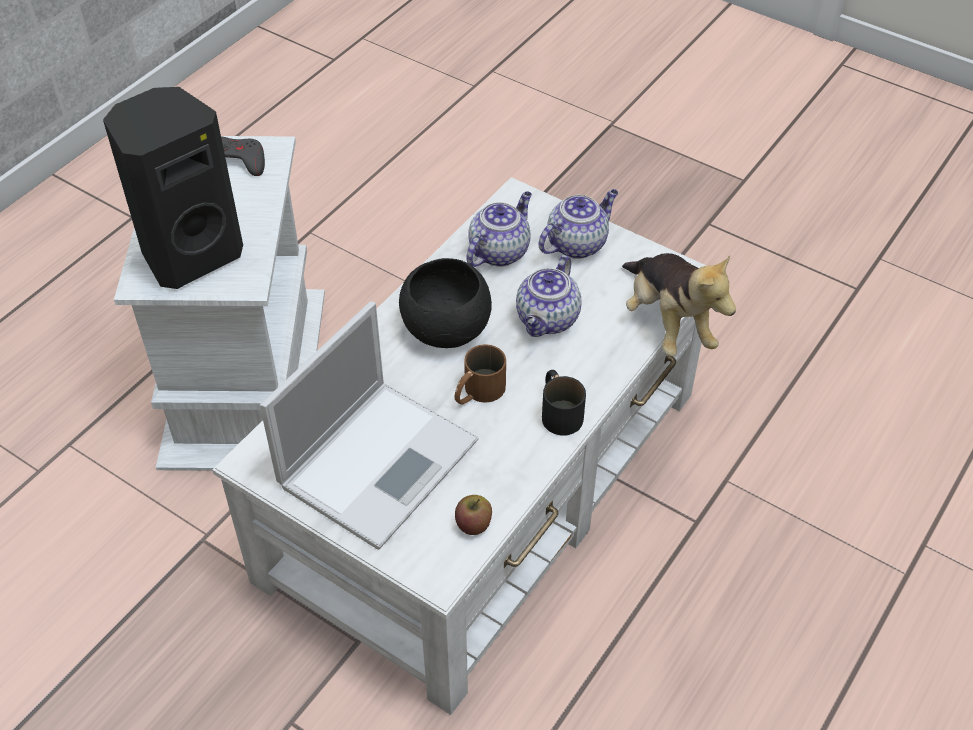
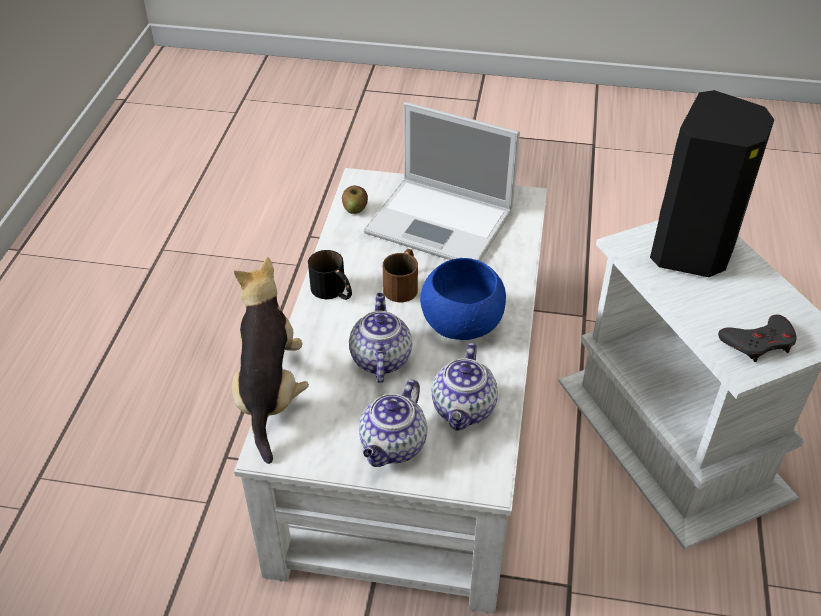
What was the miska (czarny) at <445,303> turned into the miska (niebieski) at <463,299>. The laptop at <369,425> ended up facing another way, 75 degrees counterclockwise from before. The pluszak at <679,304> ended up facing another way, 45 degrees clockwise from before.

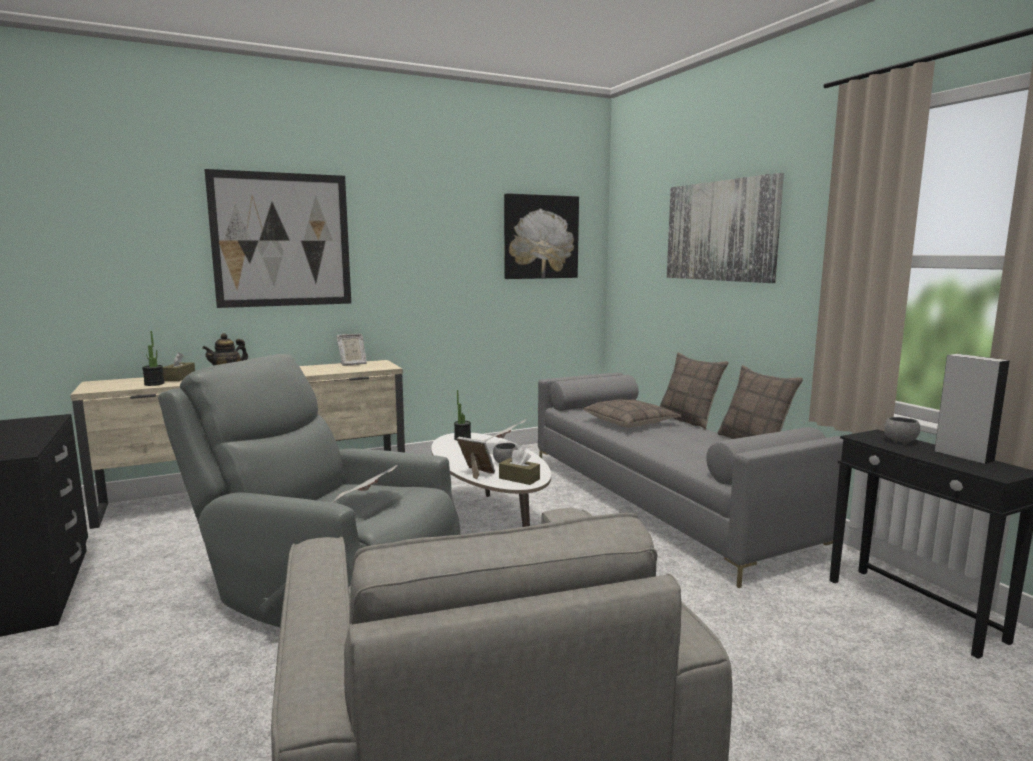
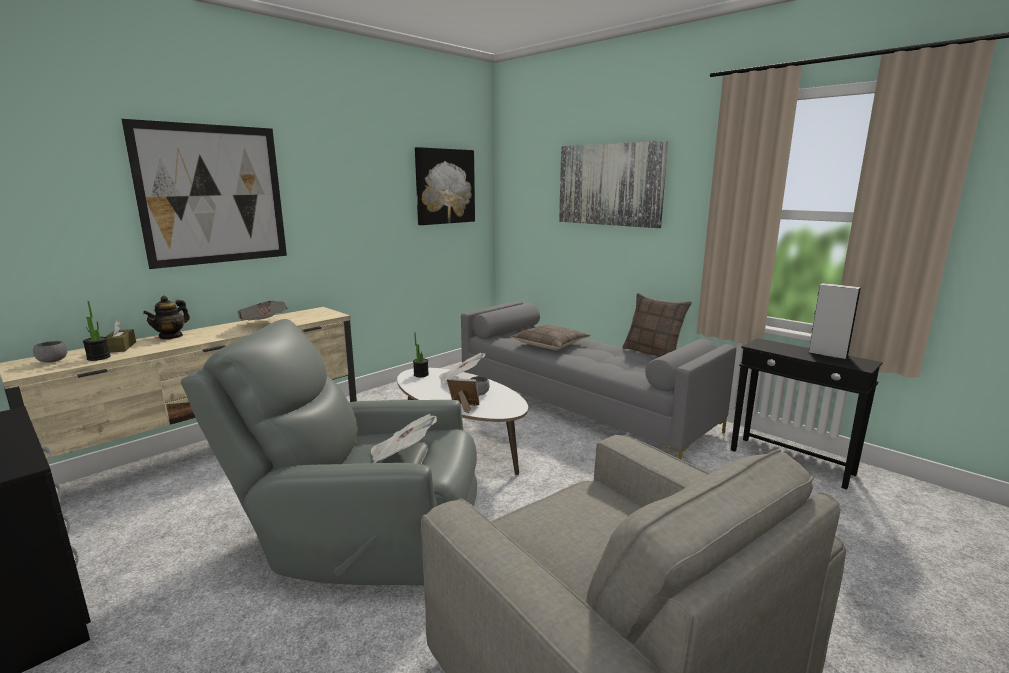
The second view lost the ramka na zdjęcie at <351,350>. The second view lost the pudełko chusteczek (brązowy) at <519,466>. The second view lost the poduszka at <694,390>. The second view gained the gazeta at <262,311>. The miska (szary) ended up elsewhere, having gone from <902,430> to <50,352>.

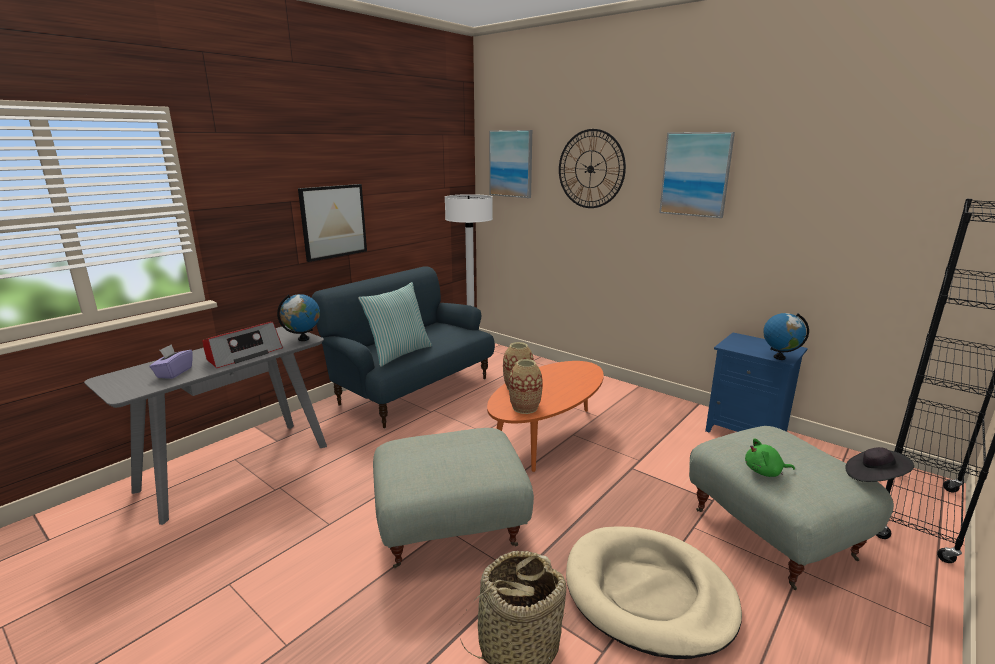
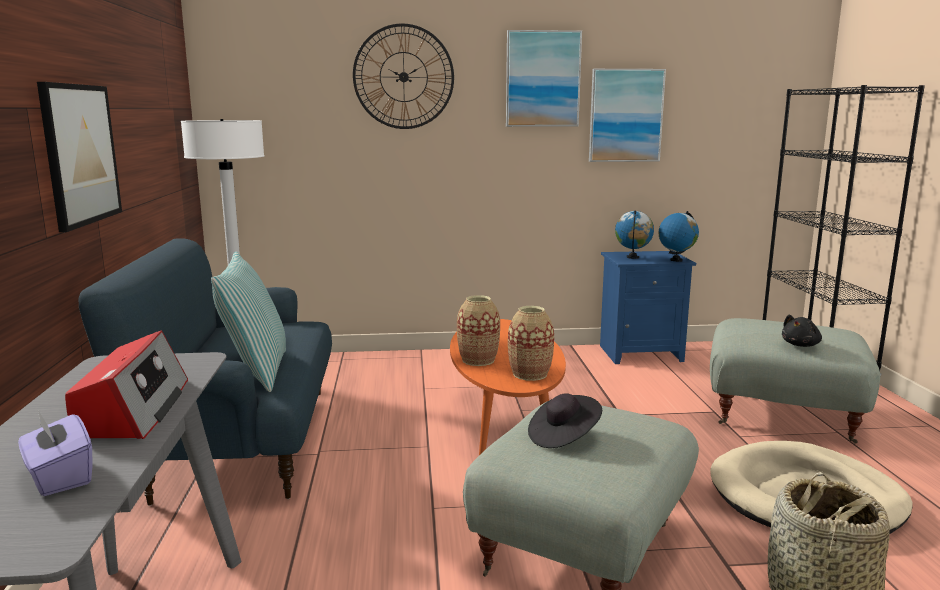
The globus ended up elsewhere, having gone from <298,317> to <634,235>. The obraz ended up elsewhere, having gone from <510,164> to <627,115>. The kapelusz (czarny) ended up elsewhere, having gone from <879,464> to <565,420>. What was the pluszak (zielony) at <770,457> turned into the pluszak (czarny) at <802,331>.

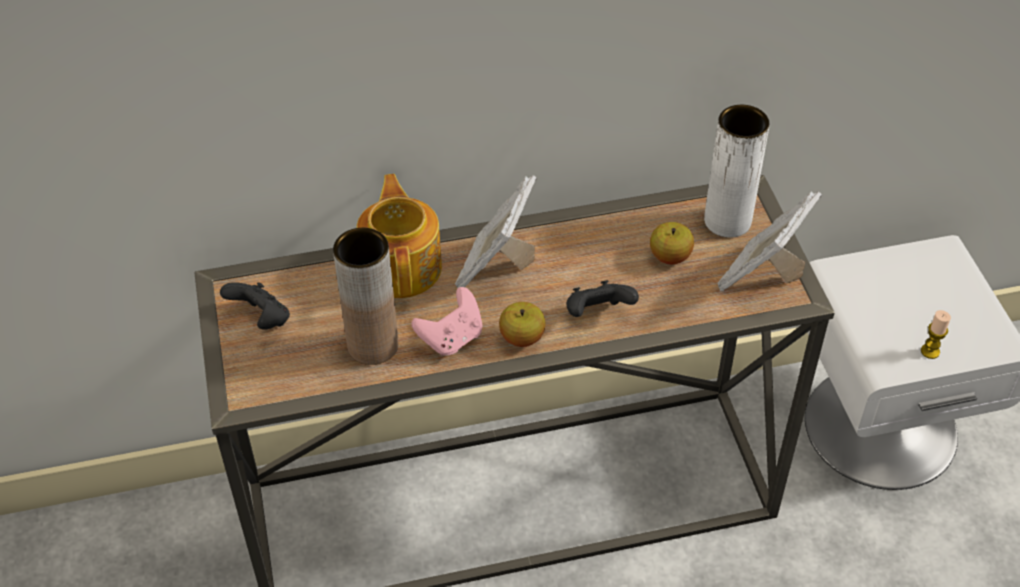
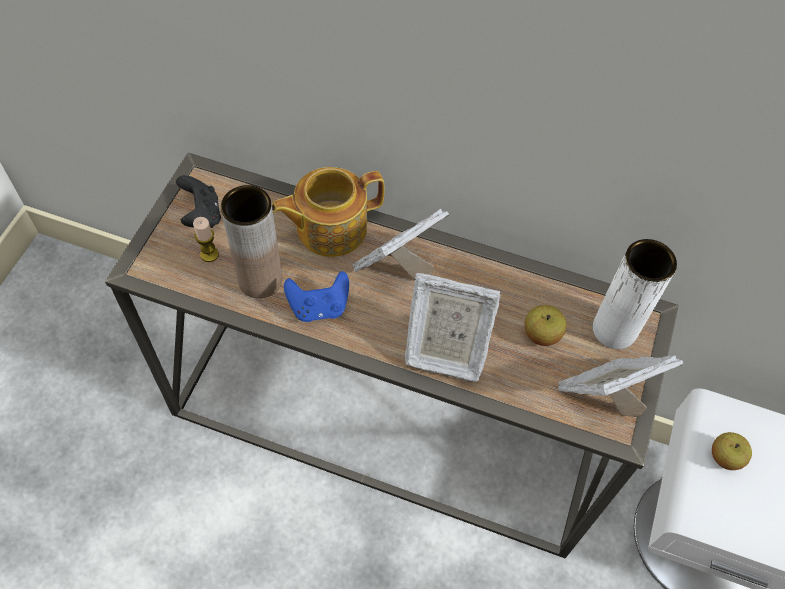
The jabłko ended up elsewhere, having gone from <522,324> to <732,451>. The świeca ended up elsewhere, having gone from <936,334> to <206,239>. Where the pad do gier (czarny) stood at <603,298>, the ramka na zdjęcie came to stand at <453,327>. What was the pad do gier (różowy) at <446,321> turned into the pad do gier (niebieski) at <316,296>. The imbryk at <399,236> ended up facing another way, 135 degrees counterclockwise from before.

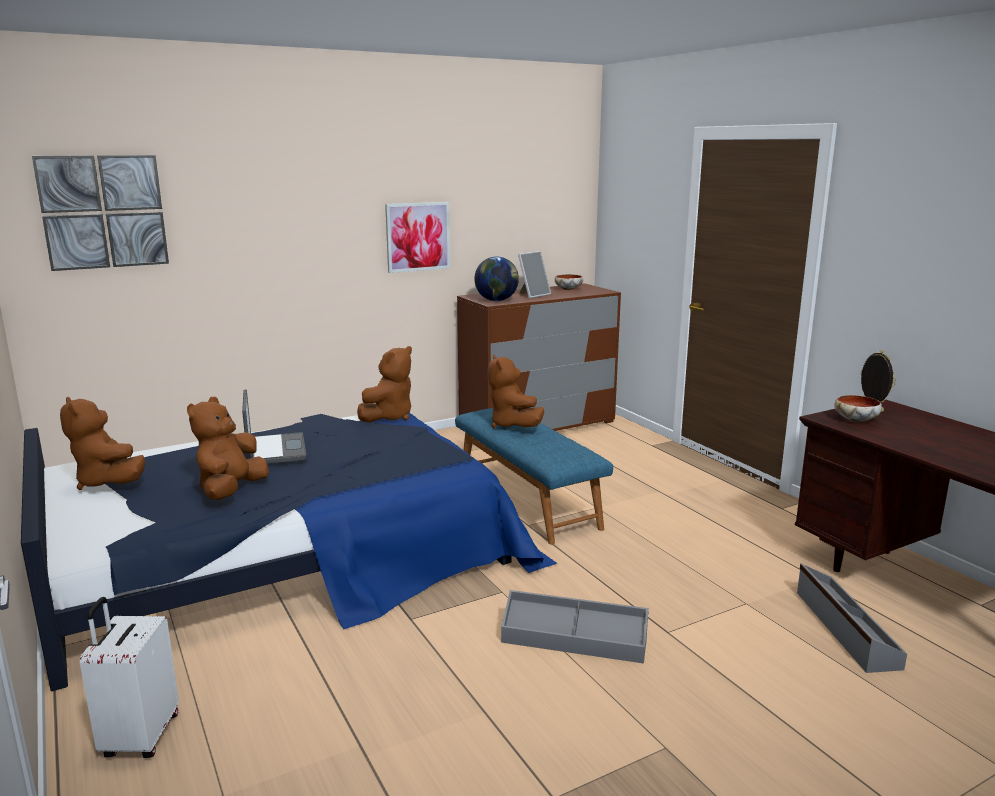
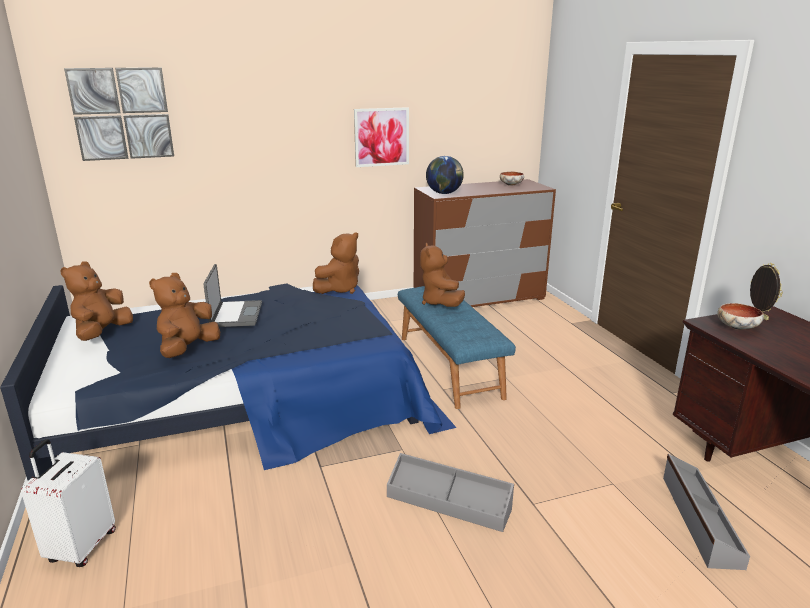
The second view lost the ramka na zdjęcie at <534,274>. The pluszak (brązowy) at <102,443> ended up facing another way, 45 degrees clockwise from before.

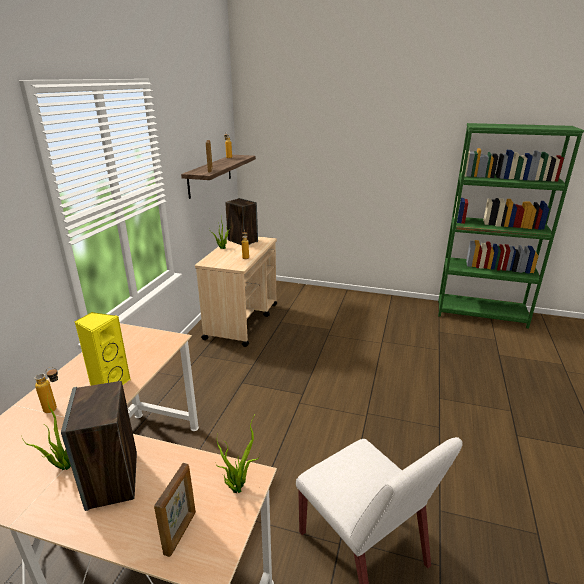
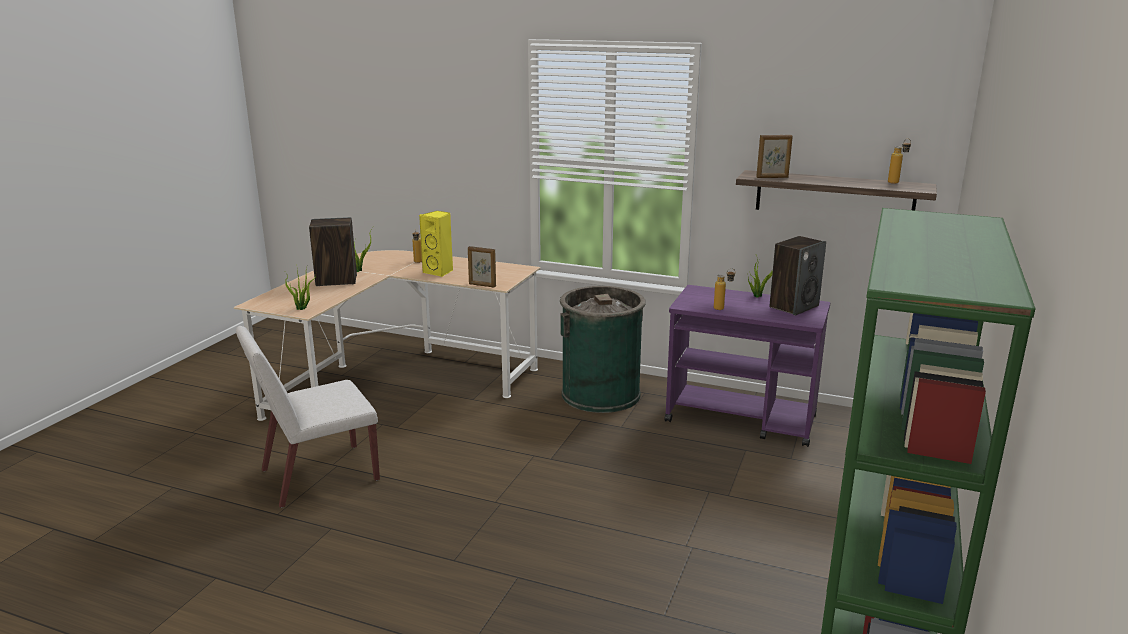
The second view gained the kosz na śmieci (zielony) at <603,349>. The ramka na zdjęcie ended up elsewhere, having gone from <175,510> to <482,267>. What was the wózek (beżowy) at <236,291> turned into the wózek (fioletowy) at <747,366>.

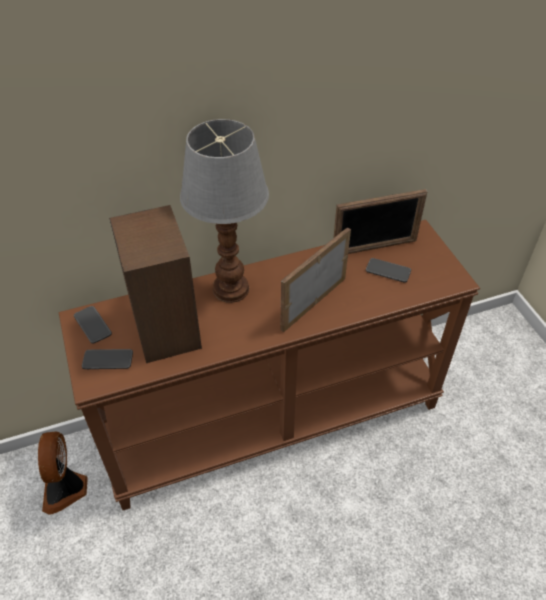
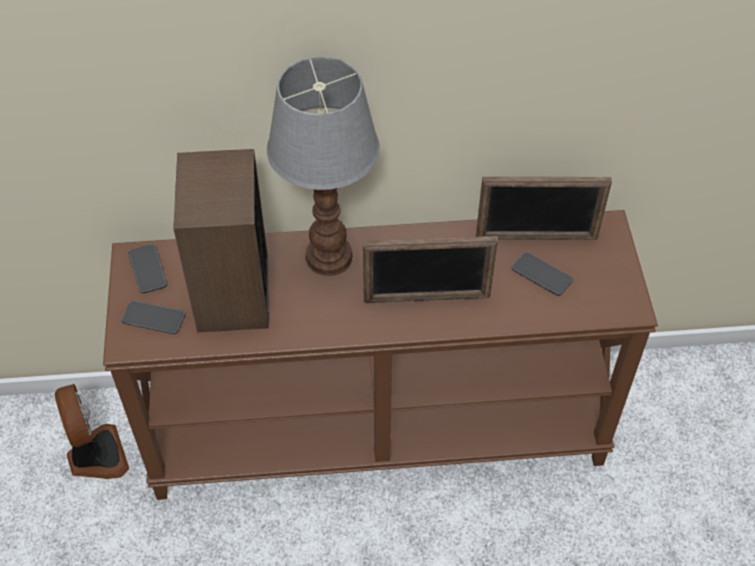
The wentylator at <63,473> ended up facing another way, 150 degrees clockwise from before. The ramka na zdjęcie at <315,280> ended up facing another way, 150 degrees counterclockwise from before.

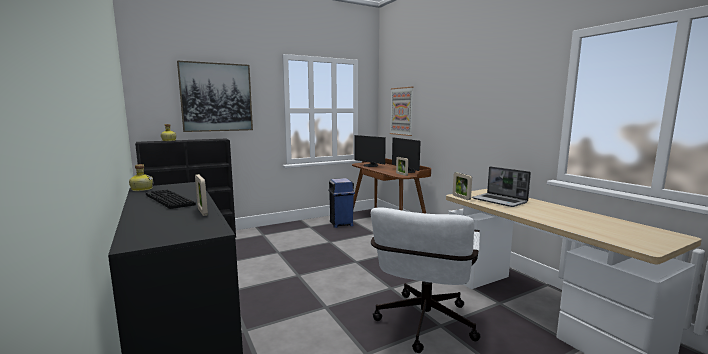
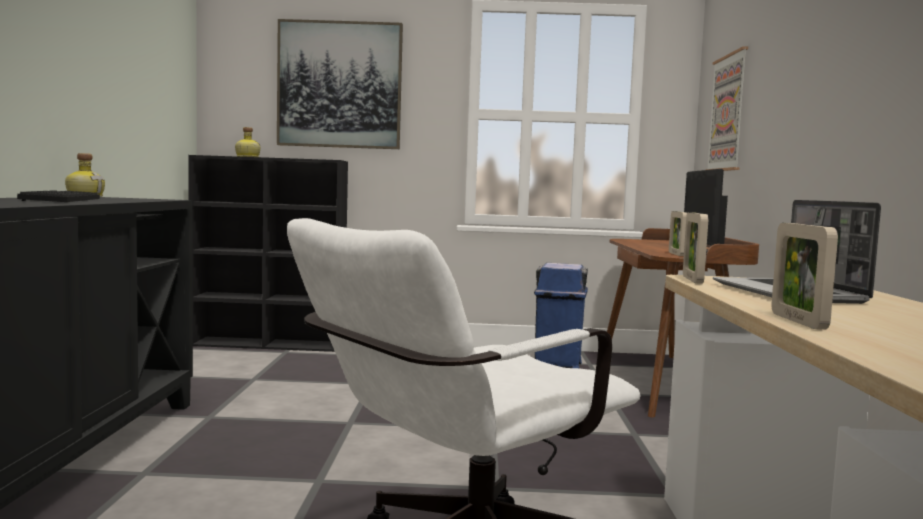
The second view lost the monitor at <370,151>. The ramka na zdjęcie ended up elsewhere, having gone from <201,195> to <804,276>.

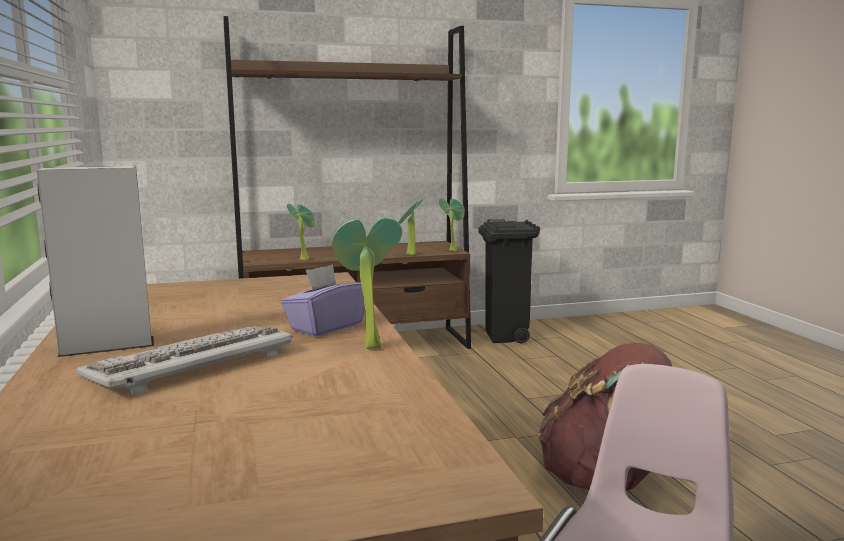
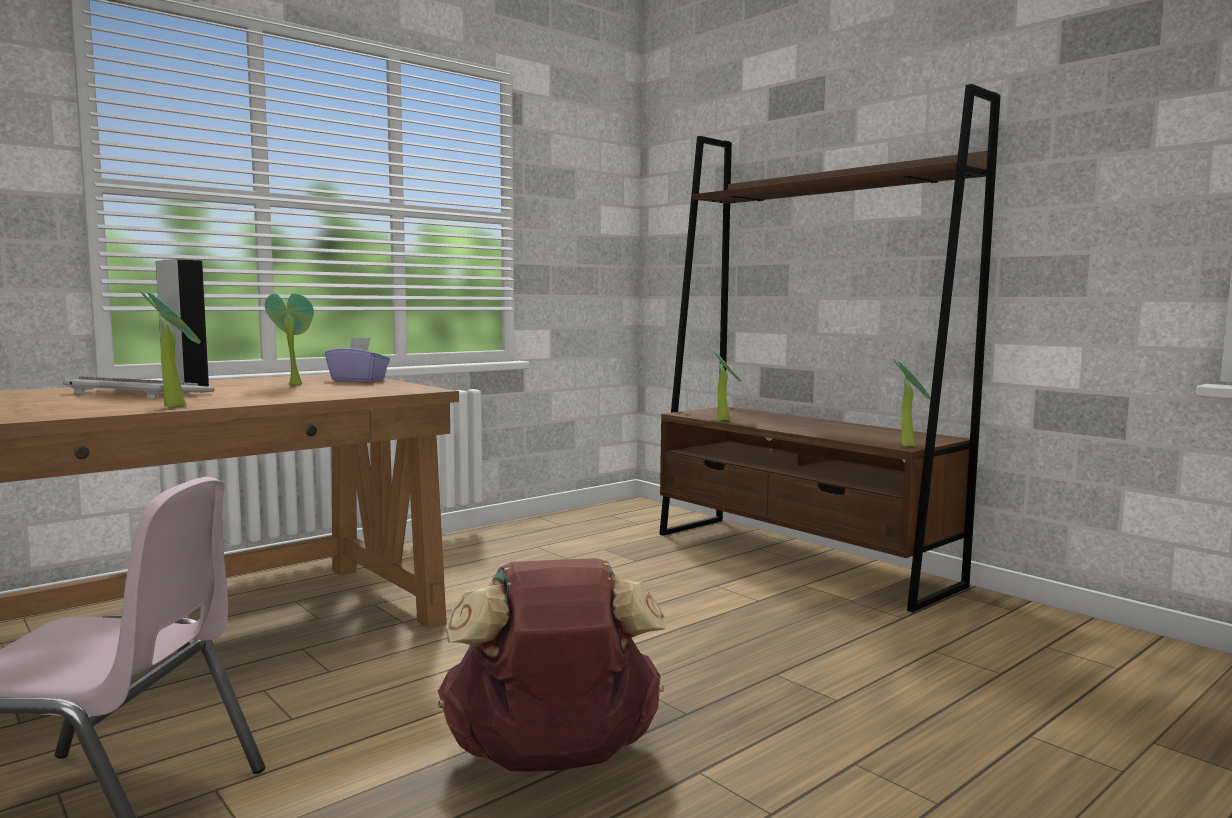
The second view lost the kosz na śmieci (czarny) at <509,281>. The pudełko chusteczek (fioletowy) ended up elsewhere, having gone from <323,300> to <357,359>. The roślina doniczkowa ended up elsewhere, having gone from <410,227> to <289,339>.

